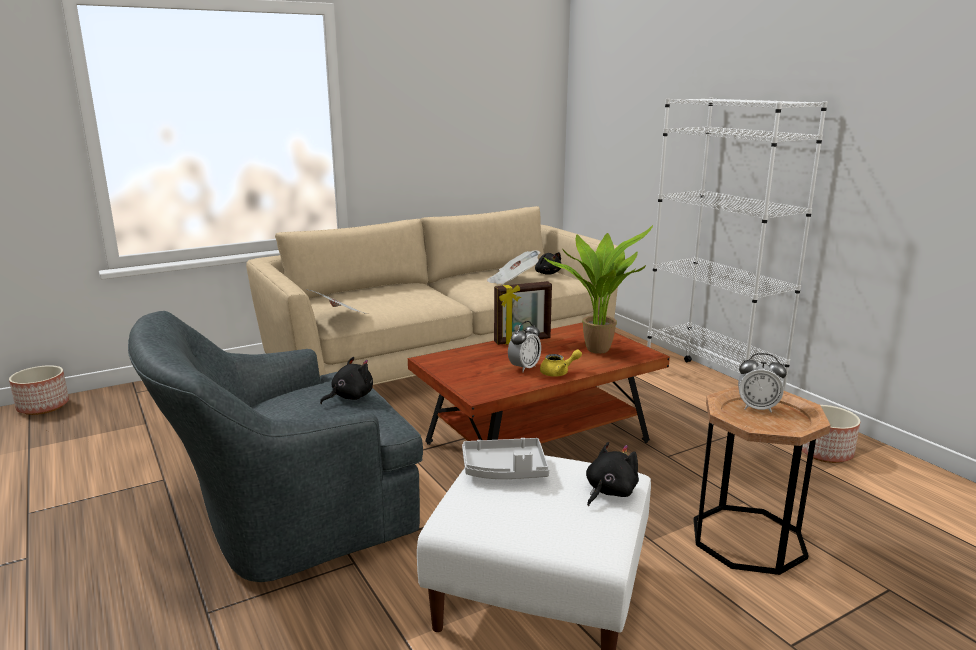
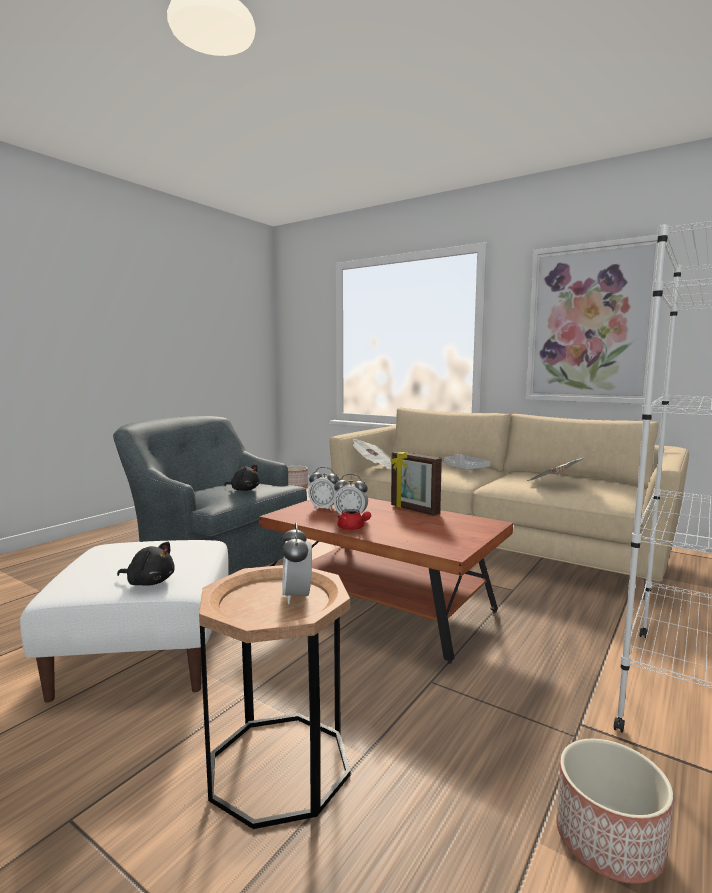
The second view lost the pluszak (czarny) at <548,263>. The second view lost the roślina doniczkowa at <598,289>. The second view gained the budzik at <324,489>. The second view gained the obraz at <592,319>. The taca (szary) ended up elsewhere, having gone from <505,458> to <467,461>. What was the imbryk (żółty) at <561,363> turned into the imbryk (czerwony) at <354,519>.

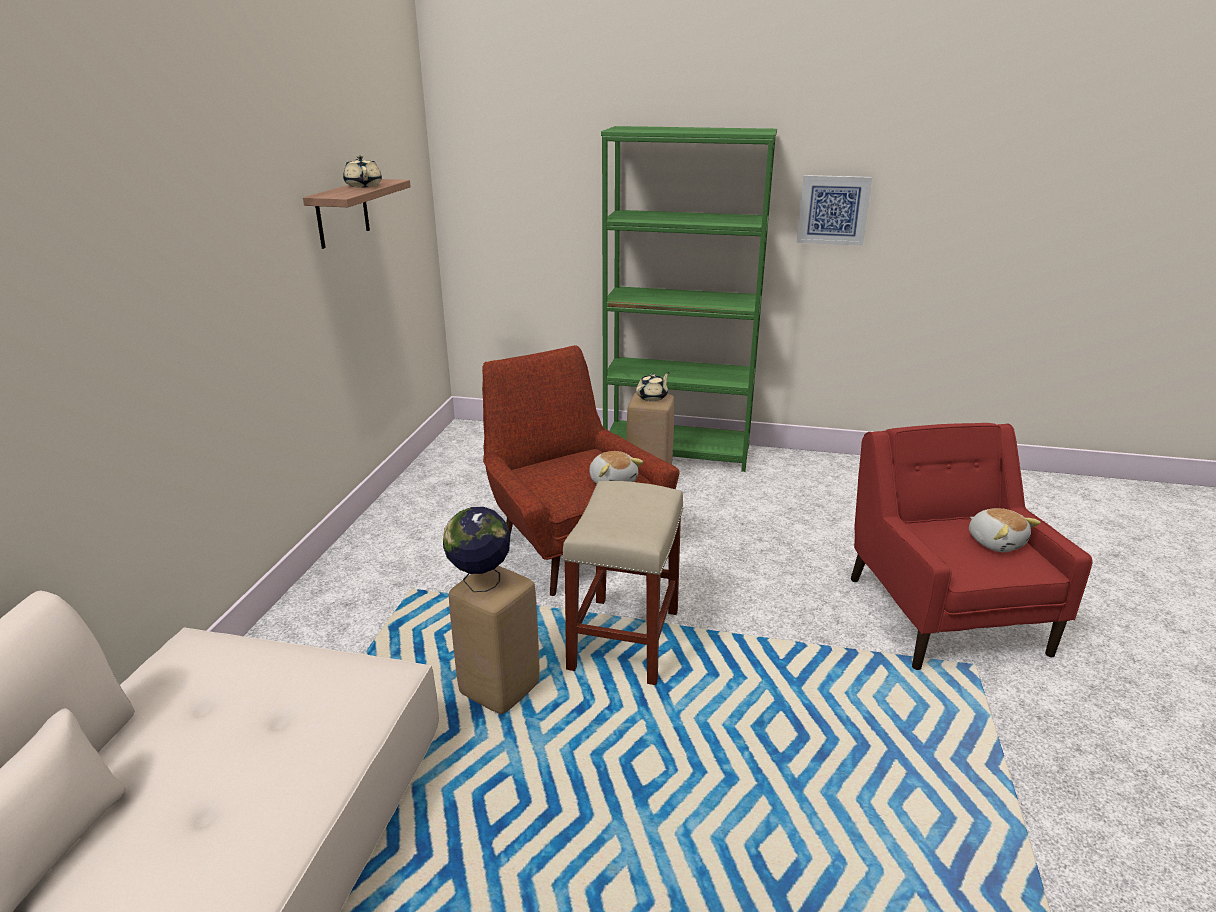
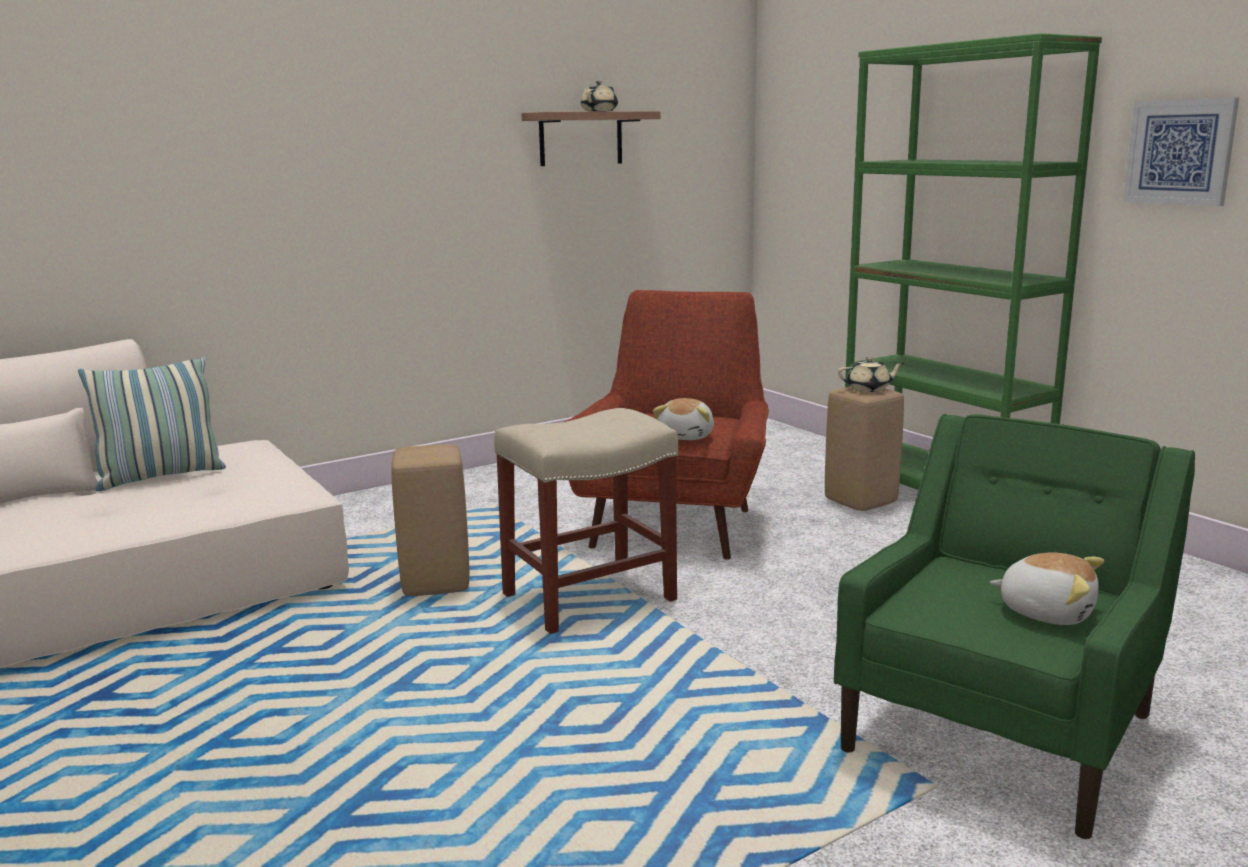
The second view lost the globus at <477,549>. The second view gained the poduszka at <152,424>. What was the fotel (czerwony) at <972,546> turned into the fotel (zielony) at <1014,626>. The pluszak at <1005,530> ended up facing another way, 75 degrees counterclockwise from before.

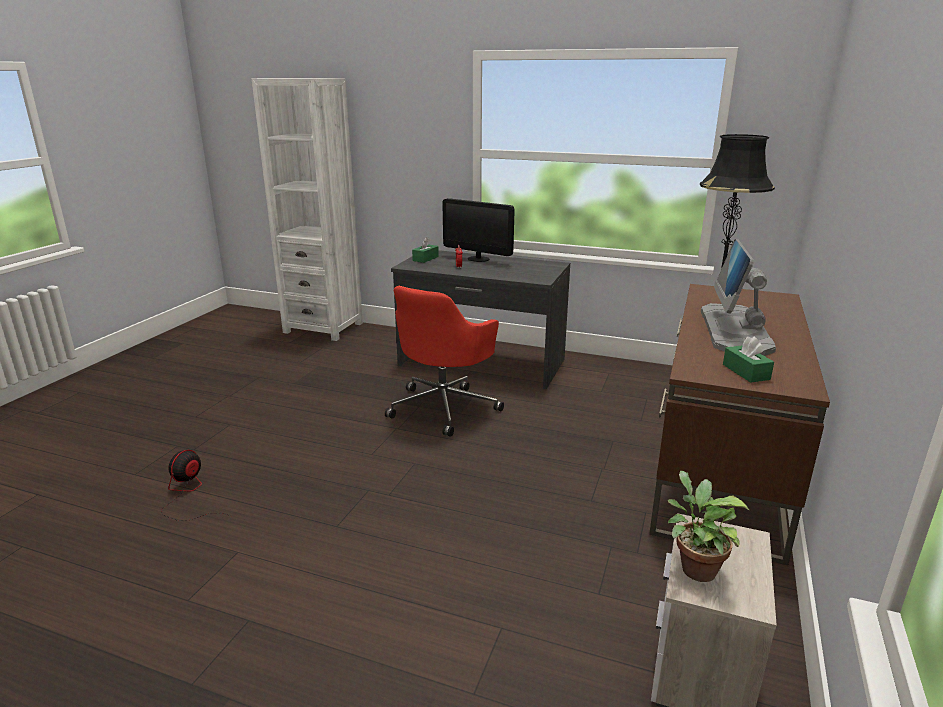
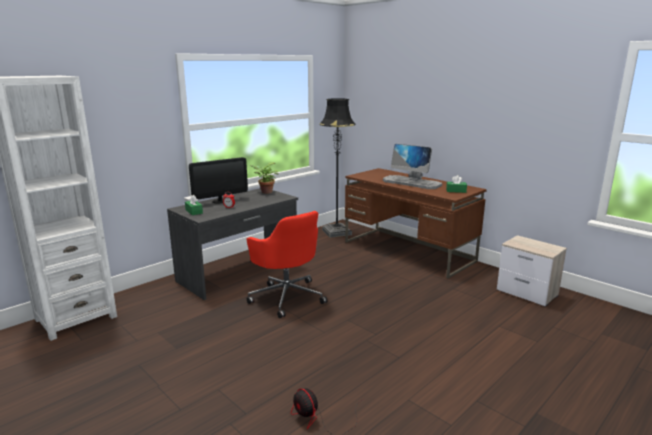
The roślina doniczkowa ended up elsewhere, having gone from <708,526> to <264,178>.

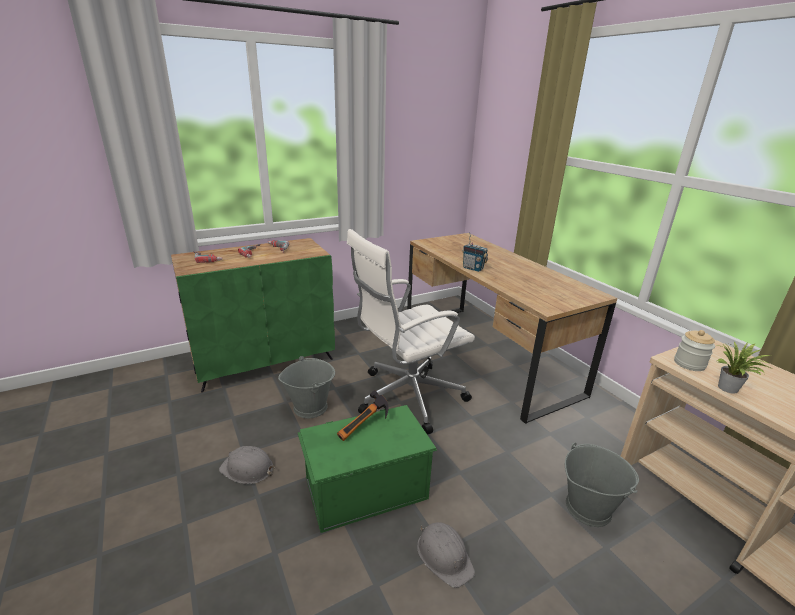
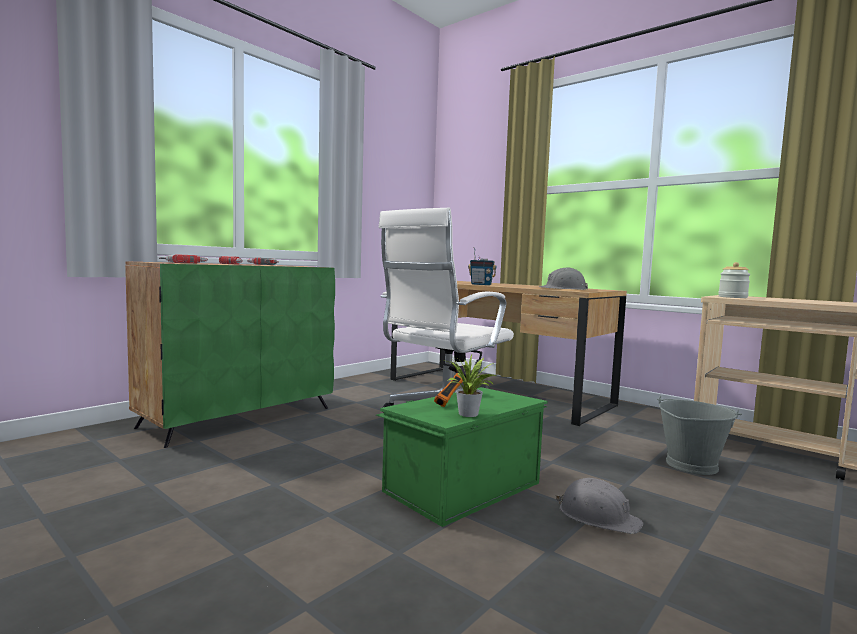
The second view lost the wiadro (szary) at <306,387>. The kask (szary) ended up elsewhere, having gone from <247,465> to <563,279>. The roślina doniczkowa ended up elsewhere, having gone from <744,368> to <469,386>.

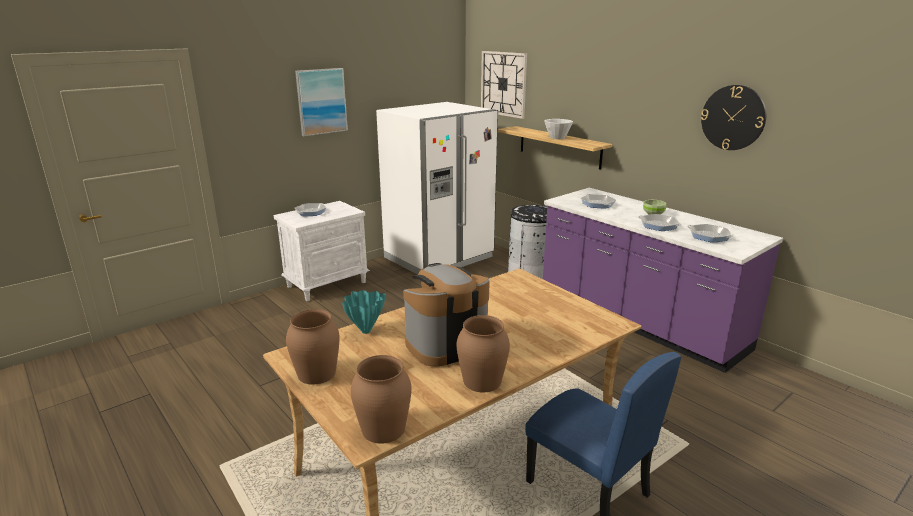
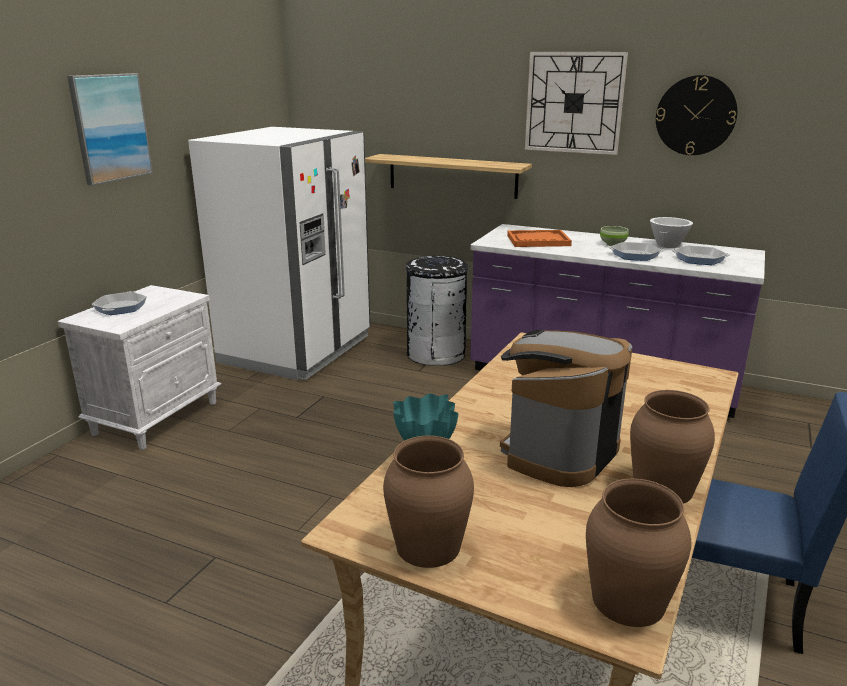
The zegar ścienny ended up elsewhere, having gone from <504,85> to <576,103>. The miska (biały) ended up elsewhere, having gone from <558,129> to <671,232>. Where the patelnia stood at <598,201>, the taca (pomarańczowy) came to stand at <539,238>.

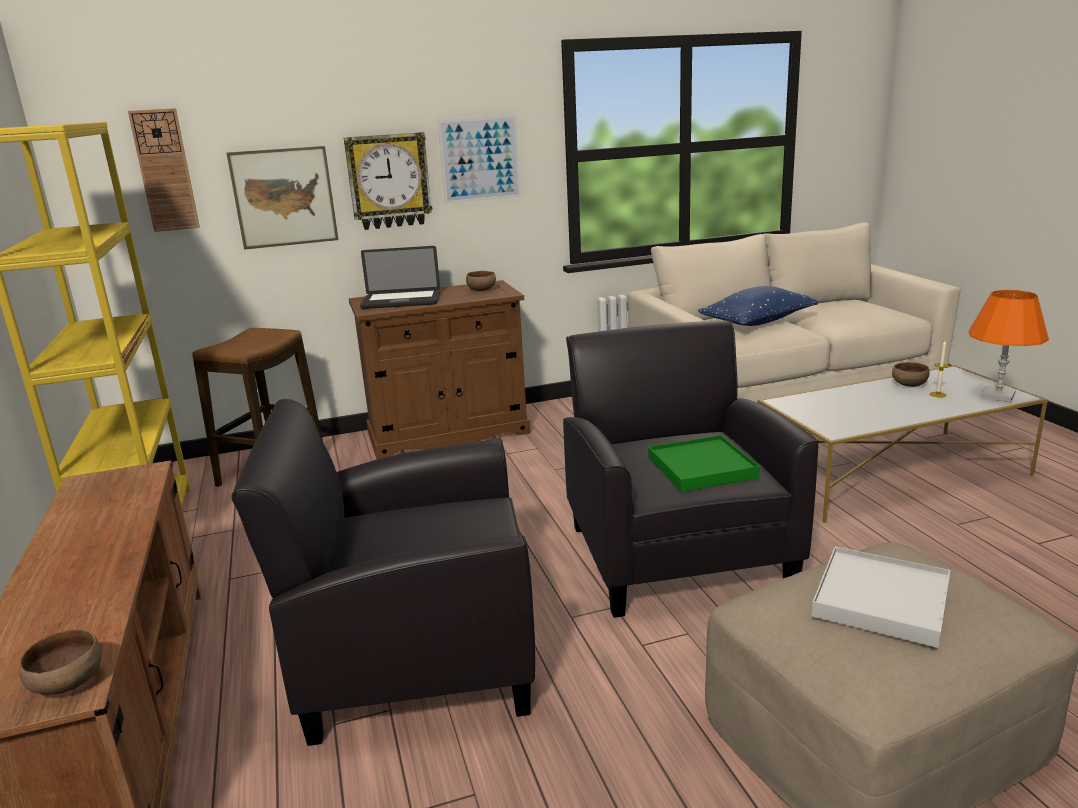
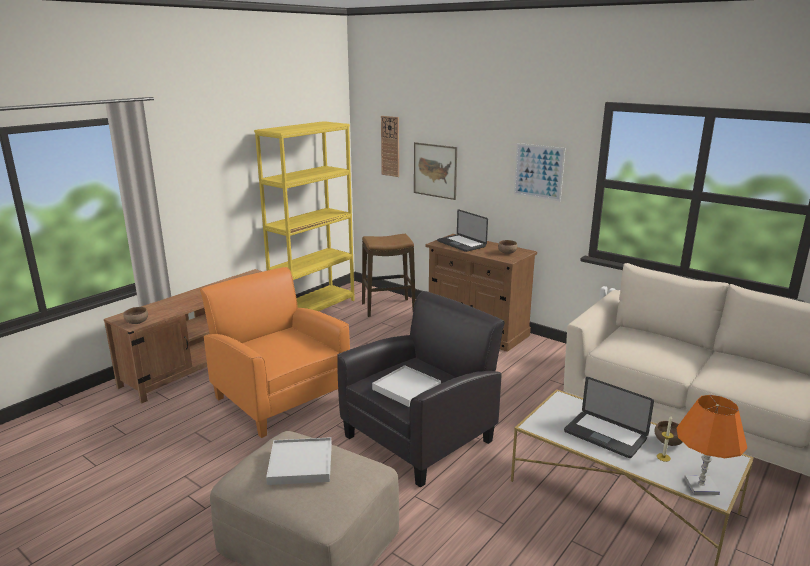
The second view lost the zegar ścienny at <388,181>. The second view lost the poduszka (niebieski) at <758,306>. The second view gained the laptop at <609,417>. What was the fotel (czarny) at <383,572> turned into the fotel (pomarańczowy) at <275,352>. What was the taca (zielony) at <704,463> turned into the taca (biały) at <406,386>.

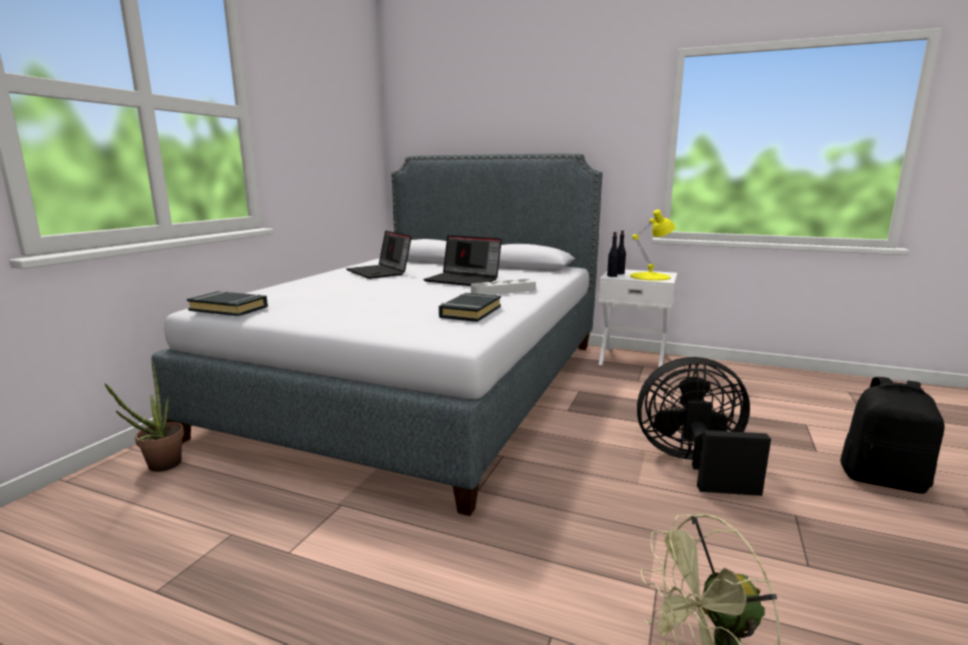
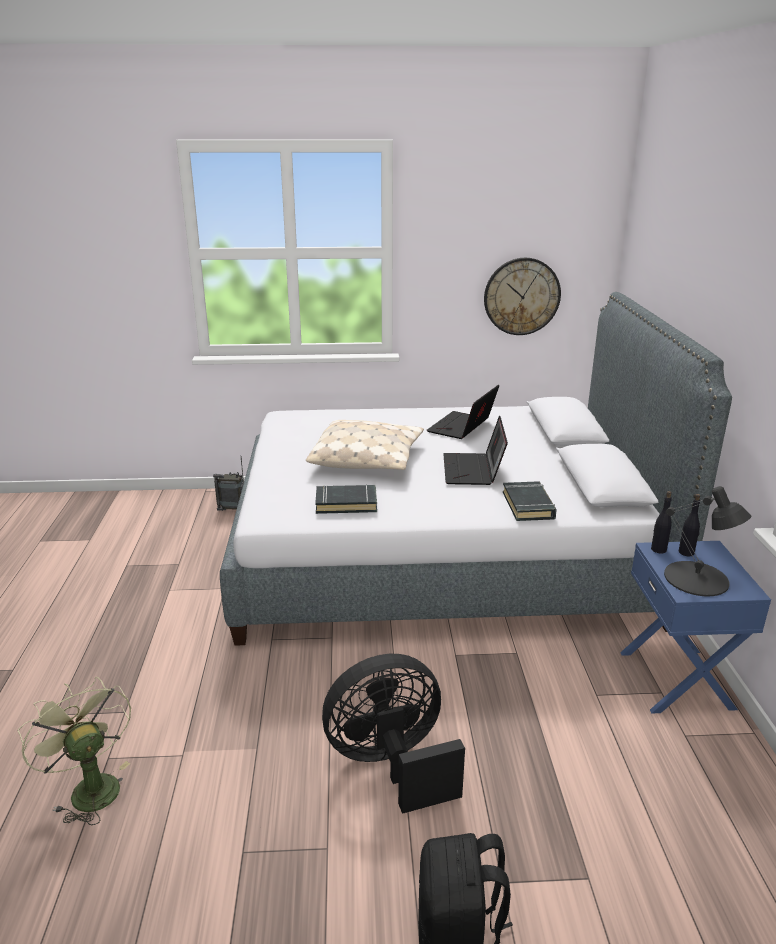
The second view lost the taca (szary) at <503,287>. The second view gained the poduszka (beżowy) at <365,445>. The second view gained the zegar ścienny at <522,296>. The książka (czarny) ended up elsewhere, having gone from <227,303> to <530,501>. Where the roślina doniczkowa stood at <144,416>, the radio came to stand at <228,484>. What was the szafka nocna (biały) at <637,318> turned into the szafka nocna (niebieski) at <696,627>. What was the lampa stołowa (żółty) at <652,245> turned into the lampa stołowa (czarny) at <707,541>. The wentylator (czarny) at <704,426> ended up facing another way, 90 degrees counterclockwise from before.

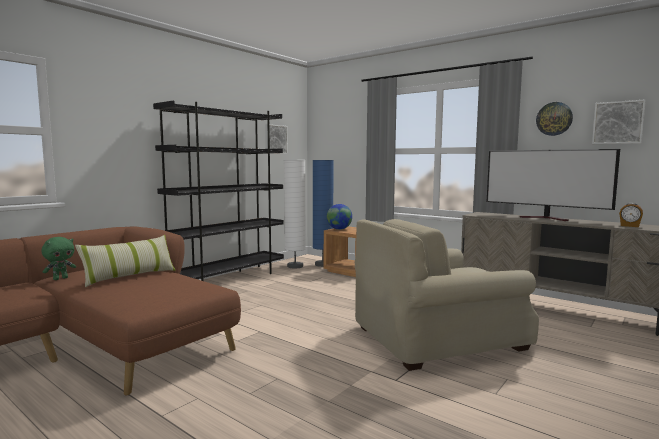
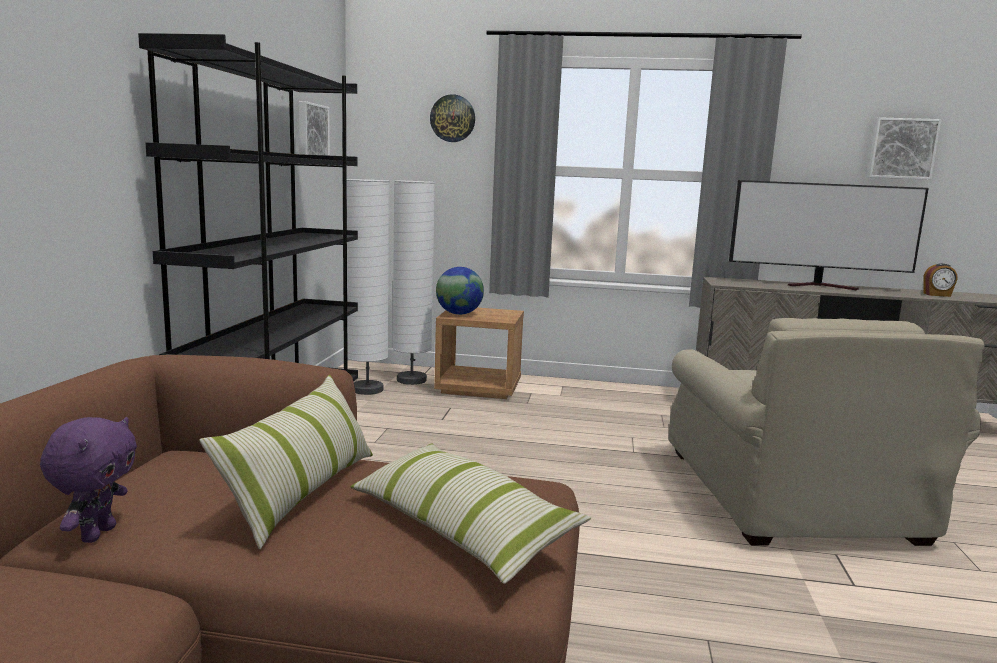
The second view gained the poduszka at <471,513>. The zegar ścienny ended up elsewhere, having gone from <554,119> to <452,118>. What was the pluszak (zielony) at <59,258> turned into the pluszak (fioletowy) at <88,480>. What was the lampa stojąca (niebieski) at <323,213> turned into the lampa stojąca (biały) at <414,282>. The fotel (beżowy) at <447,295> ended up facing another way, 45 degrees counterclockwise from before.

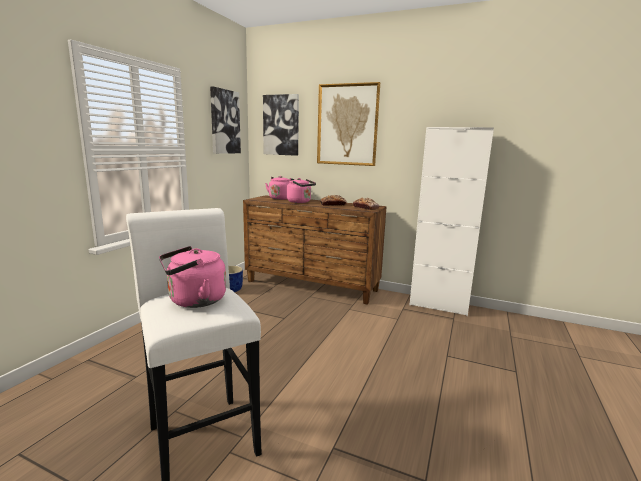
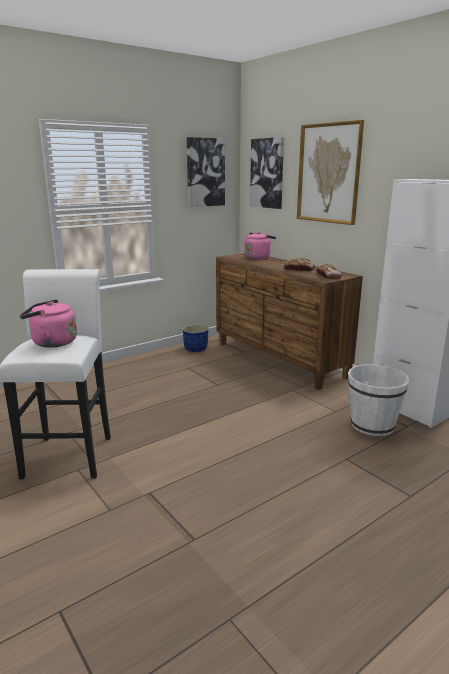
The second view lost the czajnik (różowy) at <301,190>. The second view gained the wiadro (biały) at <378,399>.

